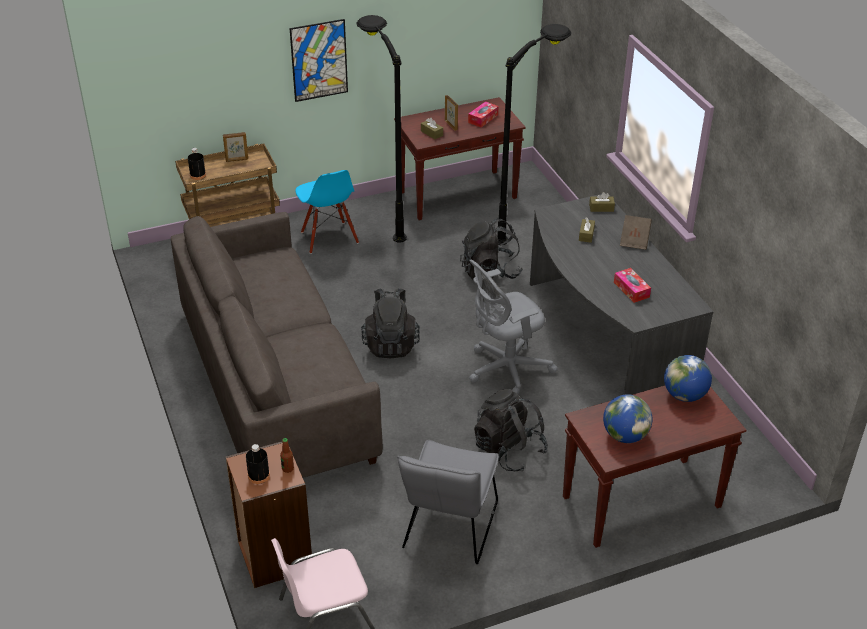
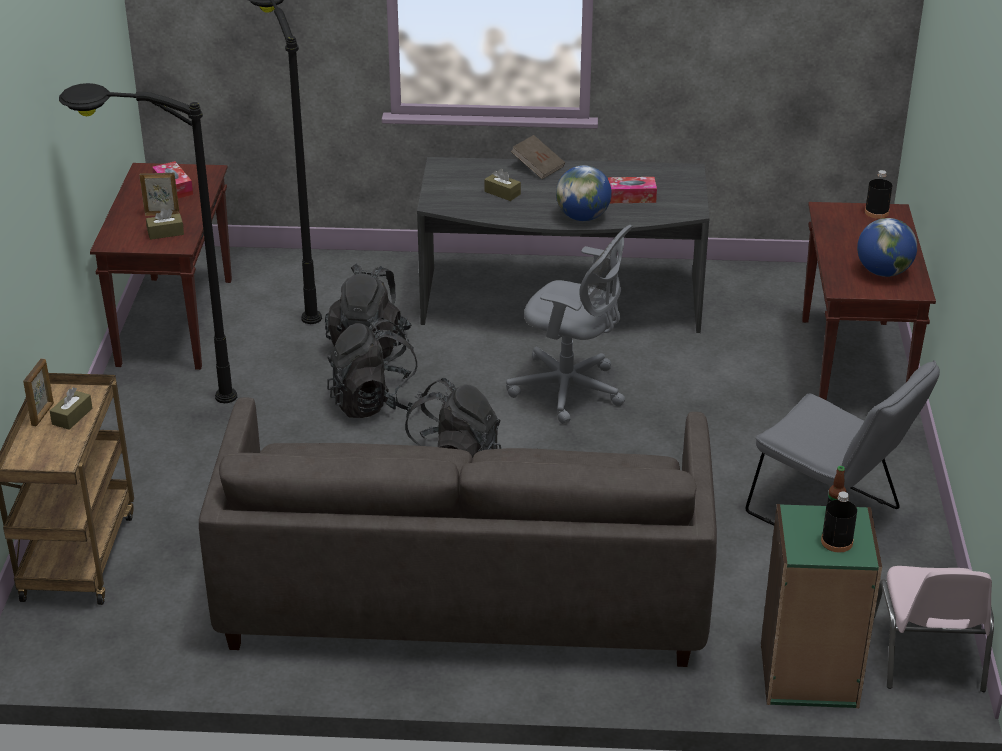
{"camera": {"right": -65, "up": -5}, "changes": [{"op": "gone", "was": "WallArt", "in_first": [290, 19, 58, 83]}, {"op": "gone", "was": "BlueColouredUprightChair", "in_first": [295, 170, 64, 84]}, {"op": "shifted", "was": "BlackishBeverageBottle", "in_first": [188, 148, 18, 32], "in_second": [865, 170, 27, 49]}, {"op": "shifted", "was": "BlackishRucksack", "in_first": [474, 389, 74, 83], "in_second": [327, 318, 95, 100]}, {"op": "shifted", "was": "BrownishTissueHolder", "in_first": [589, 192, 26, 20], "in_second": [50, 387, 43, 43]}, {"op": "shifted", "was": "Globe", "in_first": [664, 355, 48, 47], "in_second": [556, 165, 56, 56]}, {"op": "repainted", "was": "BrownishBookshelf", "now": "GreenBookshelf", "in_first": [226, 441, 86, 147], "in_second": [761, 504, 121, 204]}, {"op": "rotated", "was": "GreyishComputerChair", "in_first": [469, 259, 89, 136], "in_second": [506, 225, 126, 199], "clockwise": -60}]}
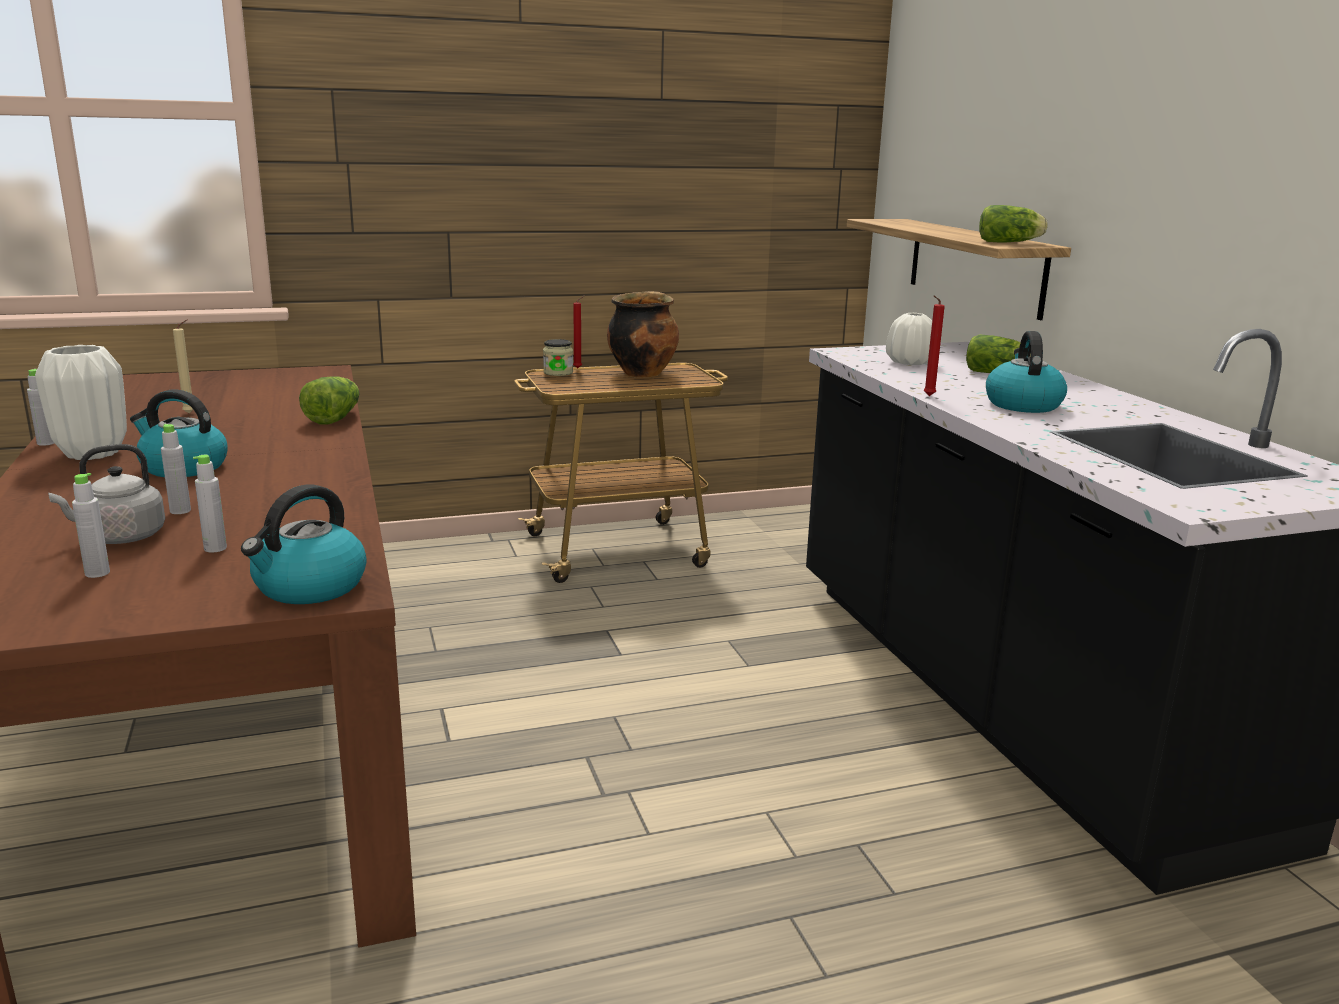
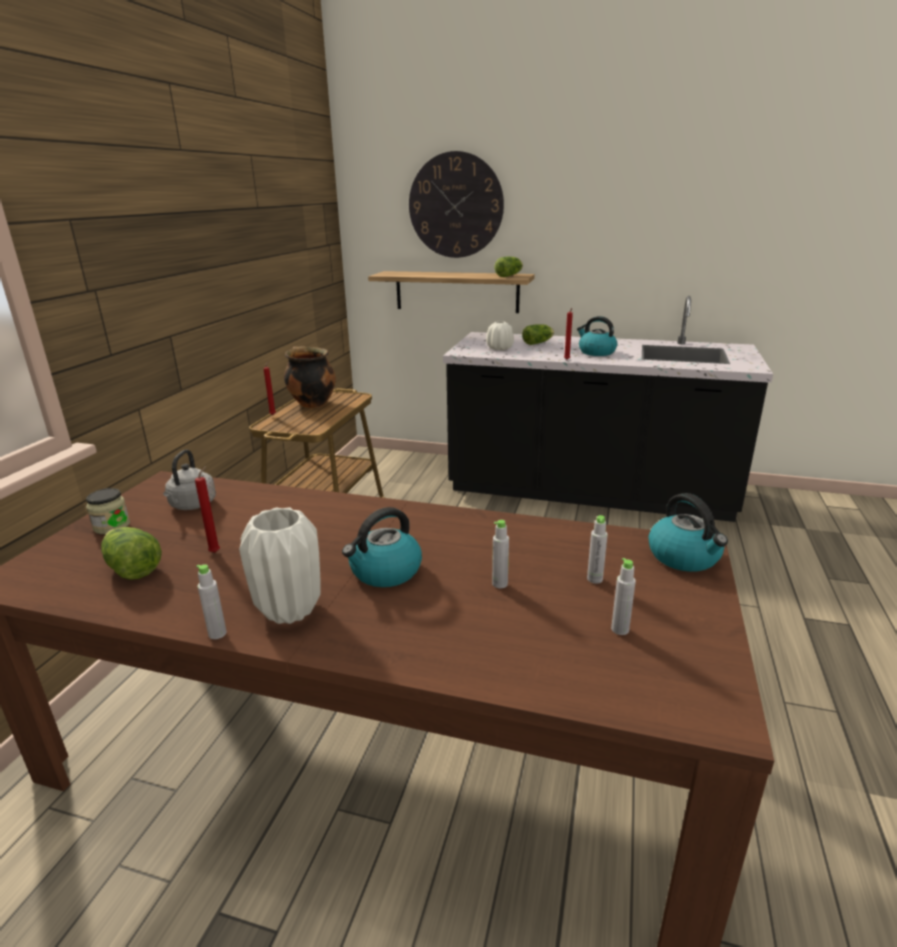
{"camera": {"right": -55, "up": 5}, "changes": [{"op": "new", "now": "HangingClock", "in_second": [409, 151, 95, 107]}, {"op": "shifted", "was": "GreyishTeaKettle", "in_first": [48, 444, 117, 100], "in_second": [163, 449, 53, 61]}, {"op": "shifted", "was": "HeadOfLettuce", "in_first": [299, 377, 61, 48], "in_second": [101, 527, 61, 53]}, {"op": "shifted", "was": "Jar", "in_first": [543, 339, 30, 37], "in_second": [86, 488, 44, 46]}, {"op": "repainted", "was": "BeigeWaxCandle", "now": "ReddishWaxCandle", "in_first": [173, 320, 20, 93], "in_second": [195, 466, 25, 87]}]}
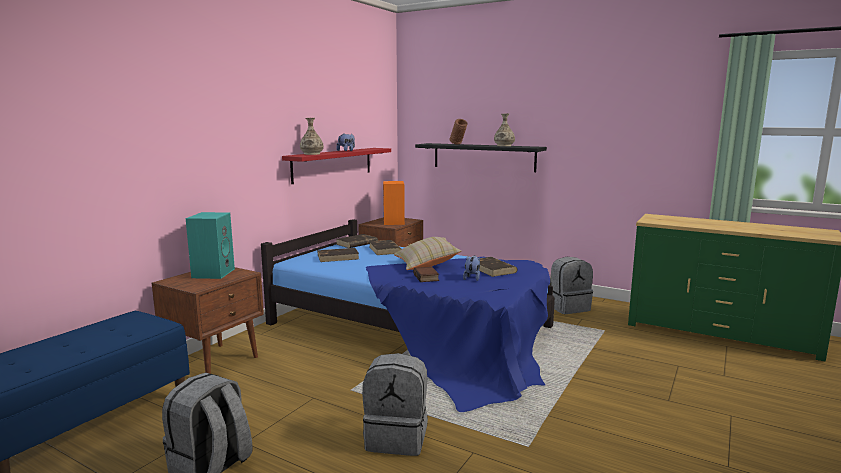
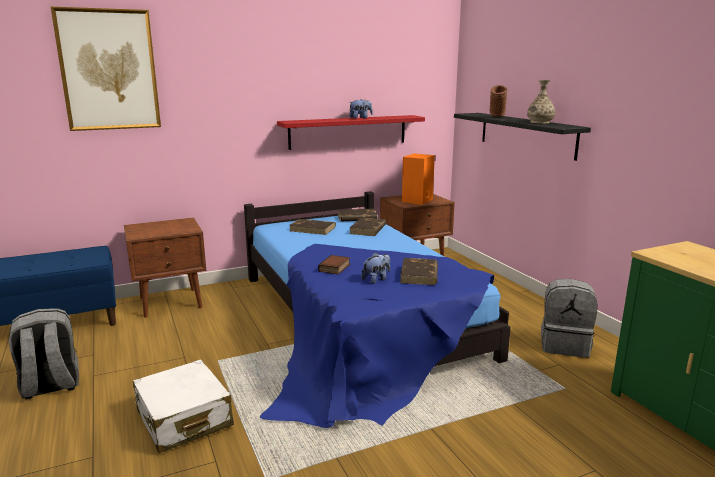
{"camera": {"right": 35, "up": 5}, "changes": [{"op": "gone", "was": "TurquoiseLoudspeaker", "in_first": [185, 212, 50, 67]}, {"op": "gone", "was": "DecorativeVase", "in_first": [300, 118, 24, 37]}, {"op": "gone", "was": "BeigePillow", "in_first": [394, 237, 67, 33]}, {"op": "new", "now": "WallArt", "in_second": [51, 7, 110, 124]}, {"op": "swapped", "was": "GreyishRucksack", "now": "WhiteTravelCase", "in_first": [362, 353, 66, 103], "in_second": [133, 359, 101, 94]}]}
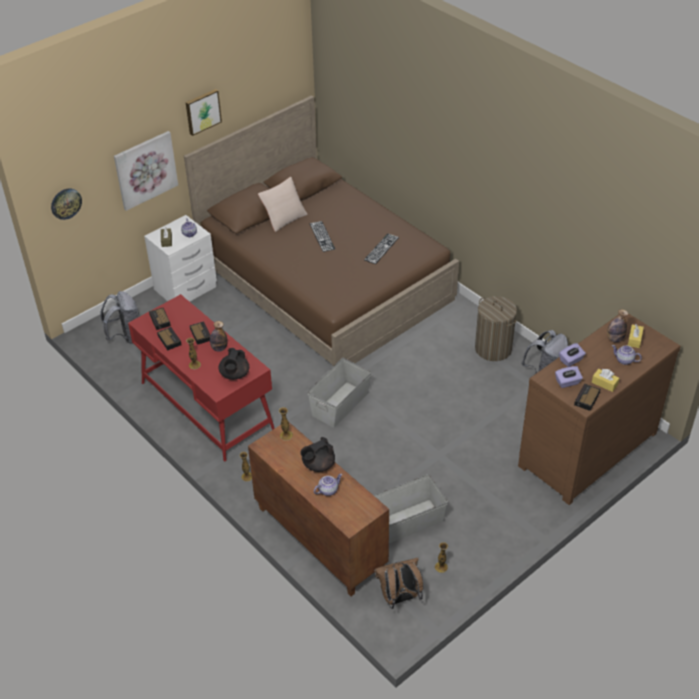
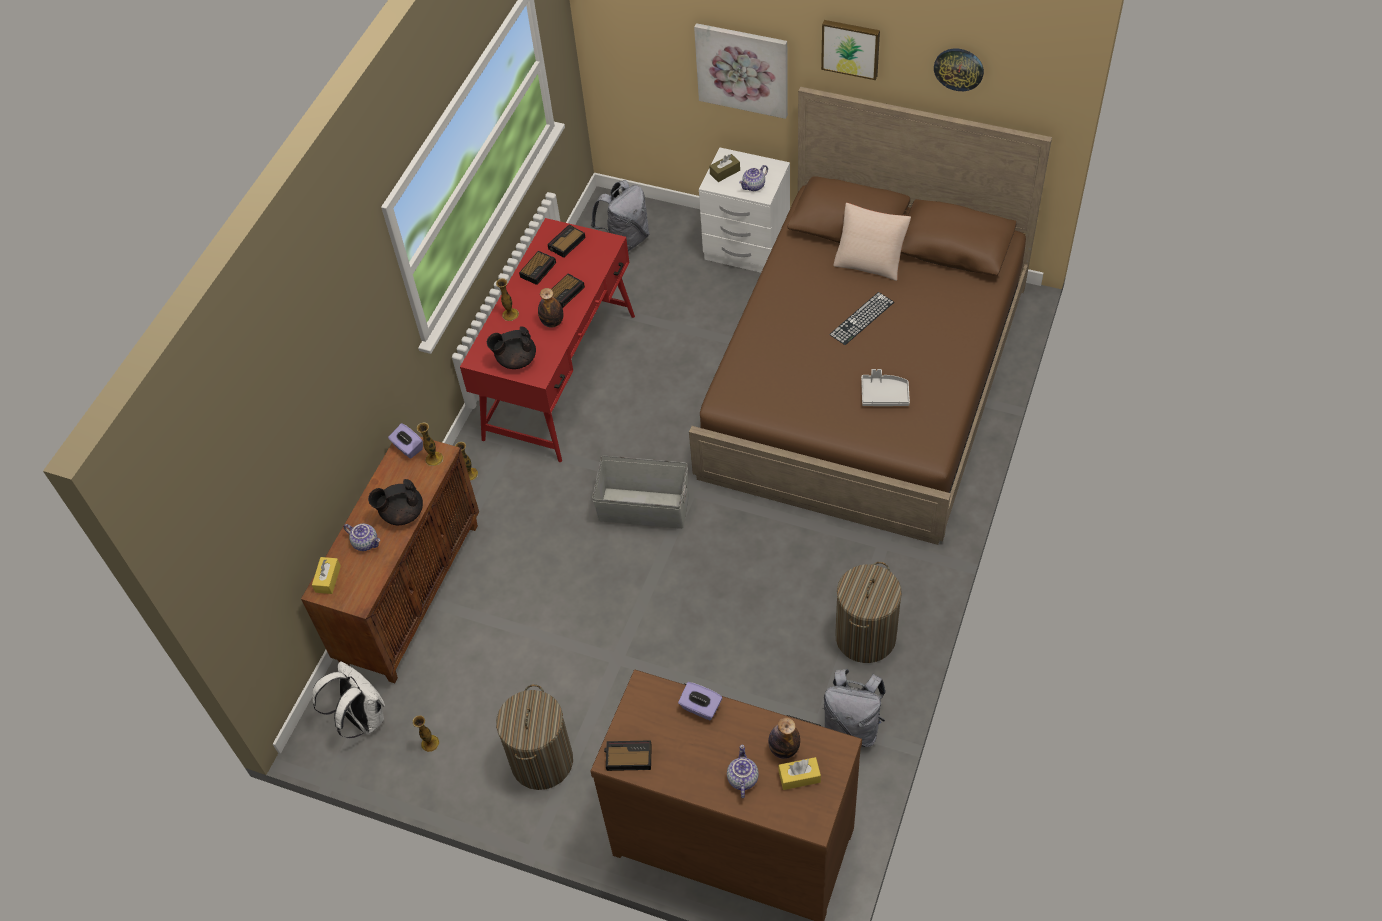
{"camera": {"right": 65, "up": 10}, "changes": [{"op": "gone", "was": "GreyishStorageContainer", "in_first": [374, 474, 74, 69]}, {"op": "new", "now": "Hamper", "in_second": [496, 684, 77, 106]}, {"op": "shifted", "was": "HangingClock", "in_first": [51, 189, 31, 31], "in_second": [934, 49, 50, 42]}, {"op": "shifted", "was": "PurpleColouredTissueHolder", "in_first": [555, 366, 28, 22], "in_second": [388, 423, 35, 36]}, {"op": "shifted", "was": "YellowColouredTissueHolder", "in_first": [592, 369, 27, 23], "in_second": [312, 557, 29, 37]}, {"op": "swapped", "was": "ComputerKeyboard", "now": "GreyishTray", "in_first": [364, 234, 35, 30], "in_second": [861, 369, 49, 37]}, {"op": "repainted", "was": "BrownishRucksack", "now": "WhiteRucksack", "in_first": [375, 558, 48, 51], "in_second": [312, 661, 73, 77]}, {"op": "rotated", "was": "BlackishTeapot", "in_first": [300, 437, 35, 35], "in_second": [368, 479, 55, 46], "clockwise": -45}]}
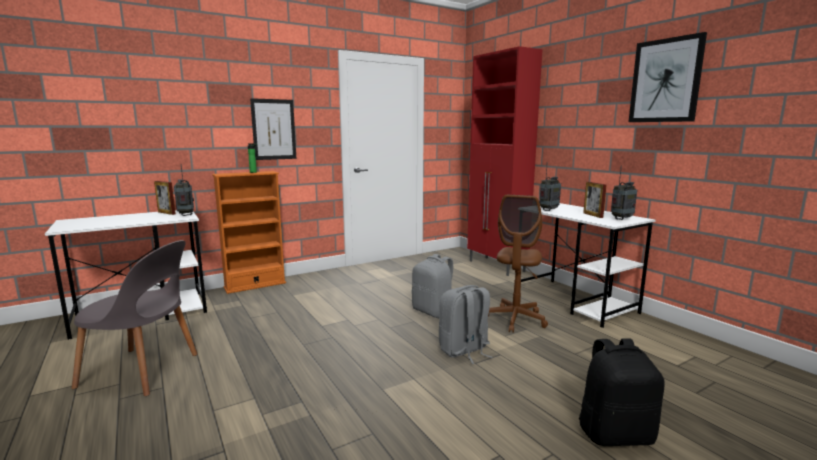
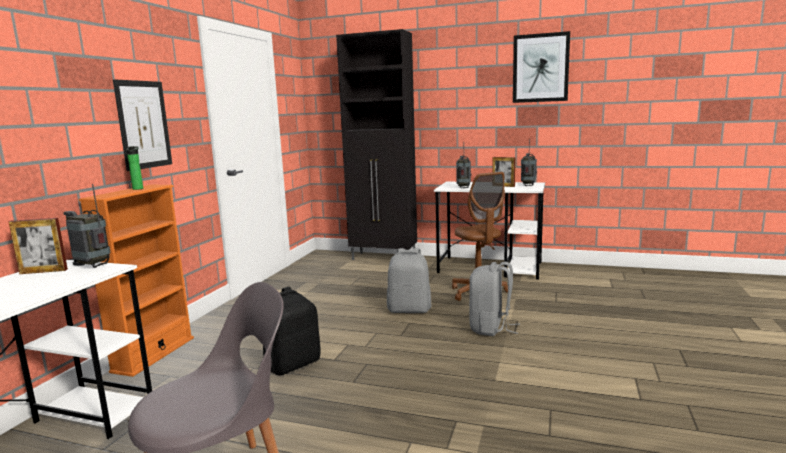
{"camera": {"right": -40, "up": 0}, "changes": [{"op": "shifted", "was": "BlackishRucksack", "in_first": [579, 338, 86, 108], "in_second": [263, 287, 58, 88]}, {"op": "repainted", "was": "ReddishCabinet", "now": "BlackishCabinet", "in_first": [467, 46, 76, 230], "in_second": [336, 29, 81, 231]}]}
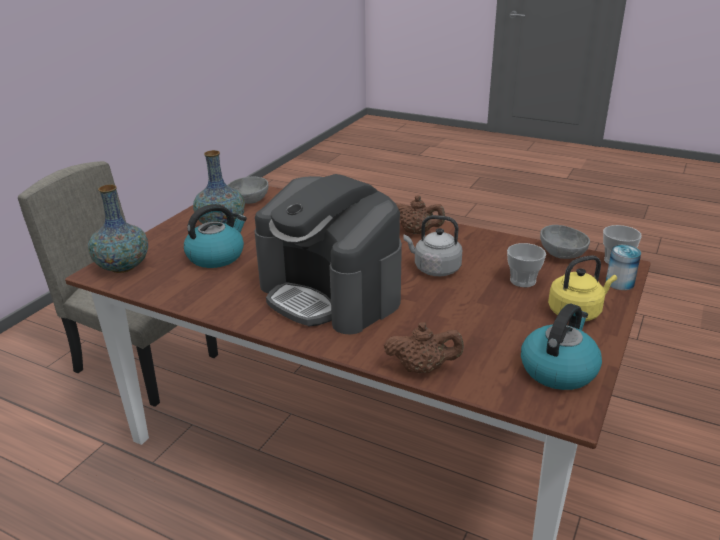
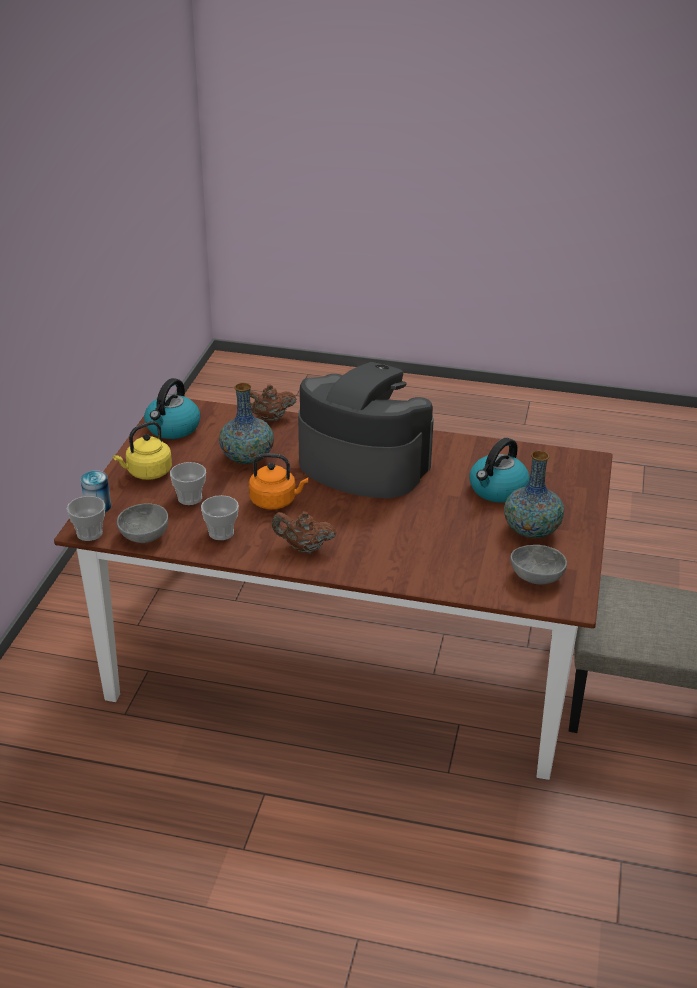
{"camera": {"right": 165, "up": 5}, "changes": [{"op": "new", "now": "SmallCup", "in_second": [201, 495, 38, 45]}, {"op": "shifted", "was": "DecorativeVase", "in_first": [88, 184, 60, 89], "in_second": [219, 383, 55, 81]}, {"op": "repainted", "was": "GreyishTeaKettle", "now": "OrangeTeaKettle", "in_first": [404, 215, 58, 61], "in_second": [249, 453, 59, 57]}]}
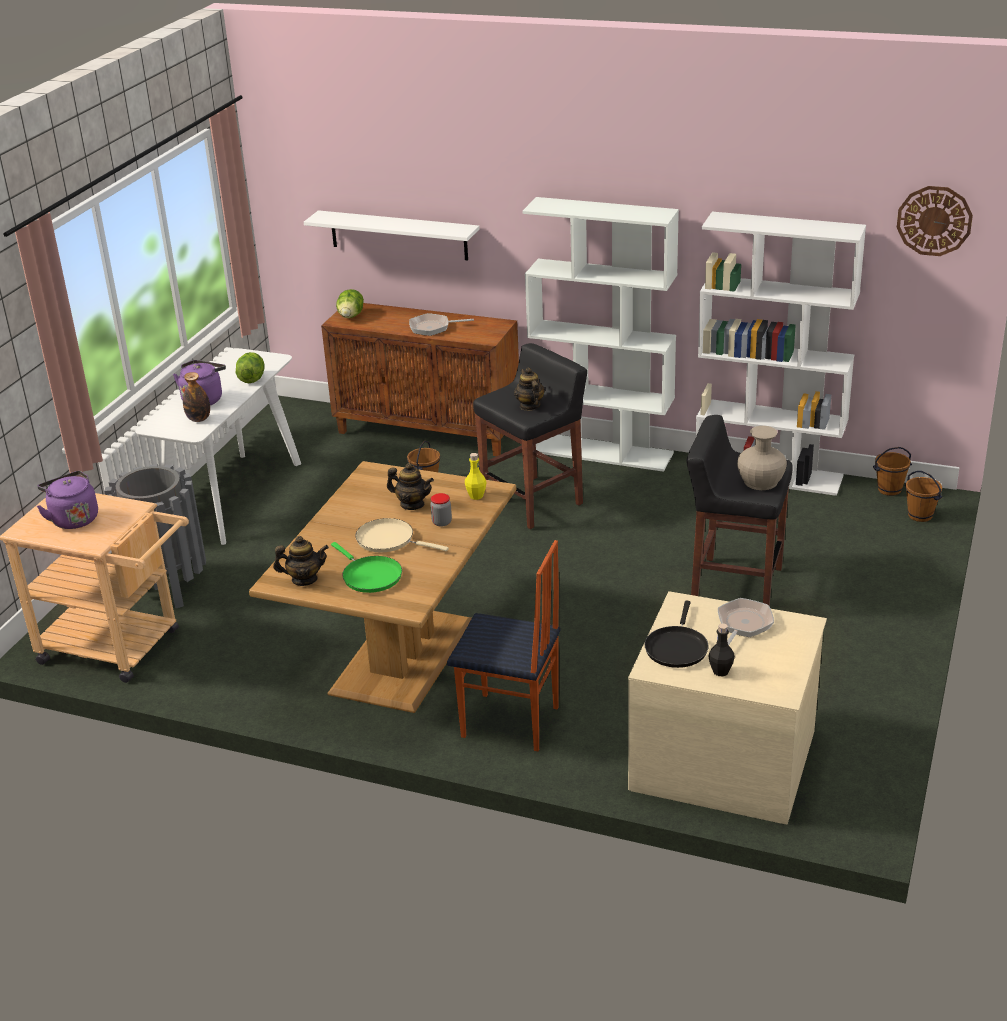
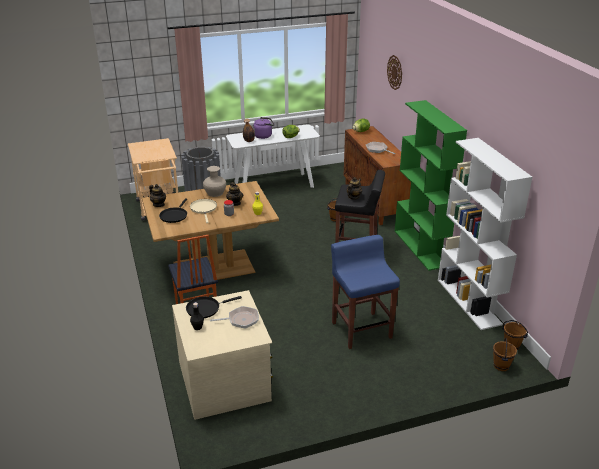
{"camera": {"right": 50, "up": 0}, "changes": [{"op": "gone", "was": "PurpleColouredTeaKettle", "in_first": [37, 471, 61, 58]}, {"op": "gone", "was": "WhiteShelf", "in_first": [304, 210, 176, 50]}, {"op": "shifted", "was": "BeigeDecorativeVase", "in_first": [737, 426, 50, 64], "in_second": [203, 166, 23, 31]}, {"op": "shifted", "was": "HangingClock", "in_first": [897, 186, 76, 70], "in_second": [387, 55, 15, 35]}, {"op": "repainted", "was": "GreenFryingPan", "now": "BlackishFryingPan", "in_first": [331, 542, 71, 51], "in_second": [159, 198, 28, 25]}, {"op": "repainted", "was": "WhiteBookshelf", "now": "GreenBookshelf", "in_first": [522, 197, 157, 275], "in_second": [395, 100, 72, 171]}, {"op": "repainted", "was": "BlackishStoolSeat", "now": "BlueColouredStoolSeat", "in_first": [686, 415, 107, 192], "in_second": [331, 235, 69, 114]}]}
